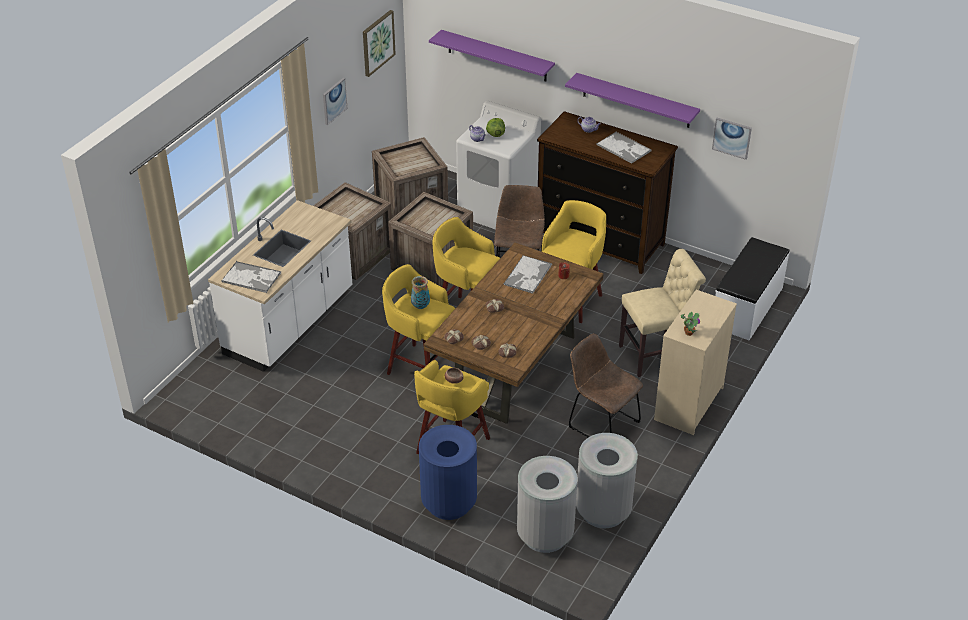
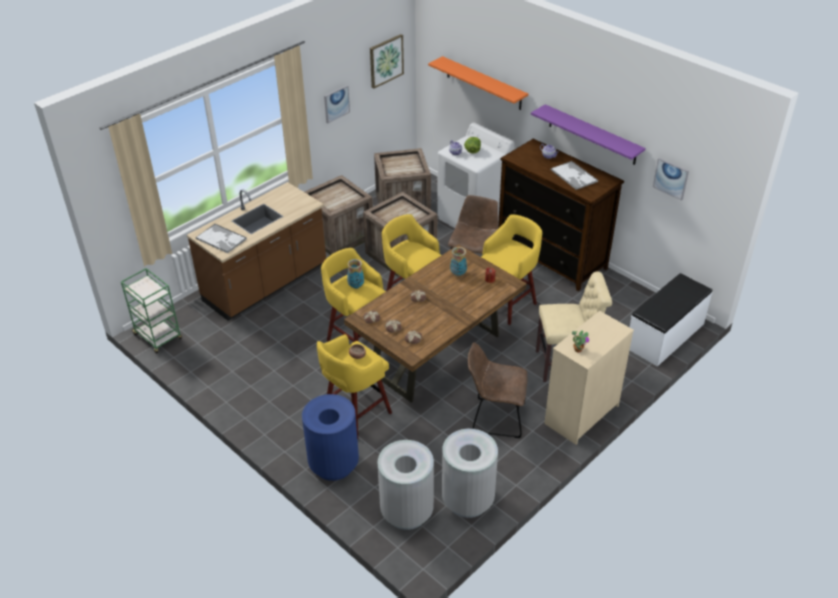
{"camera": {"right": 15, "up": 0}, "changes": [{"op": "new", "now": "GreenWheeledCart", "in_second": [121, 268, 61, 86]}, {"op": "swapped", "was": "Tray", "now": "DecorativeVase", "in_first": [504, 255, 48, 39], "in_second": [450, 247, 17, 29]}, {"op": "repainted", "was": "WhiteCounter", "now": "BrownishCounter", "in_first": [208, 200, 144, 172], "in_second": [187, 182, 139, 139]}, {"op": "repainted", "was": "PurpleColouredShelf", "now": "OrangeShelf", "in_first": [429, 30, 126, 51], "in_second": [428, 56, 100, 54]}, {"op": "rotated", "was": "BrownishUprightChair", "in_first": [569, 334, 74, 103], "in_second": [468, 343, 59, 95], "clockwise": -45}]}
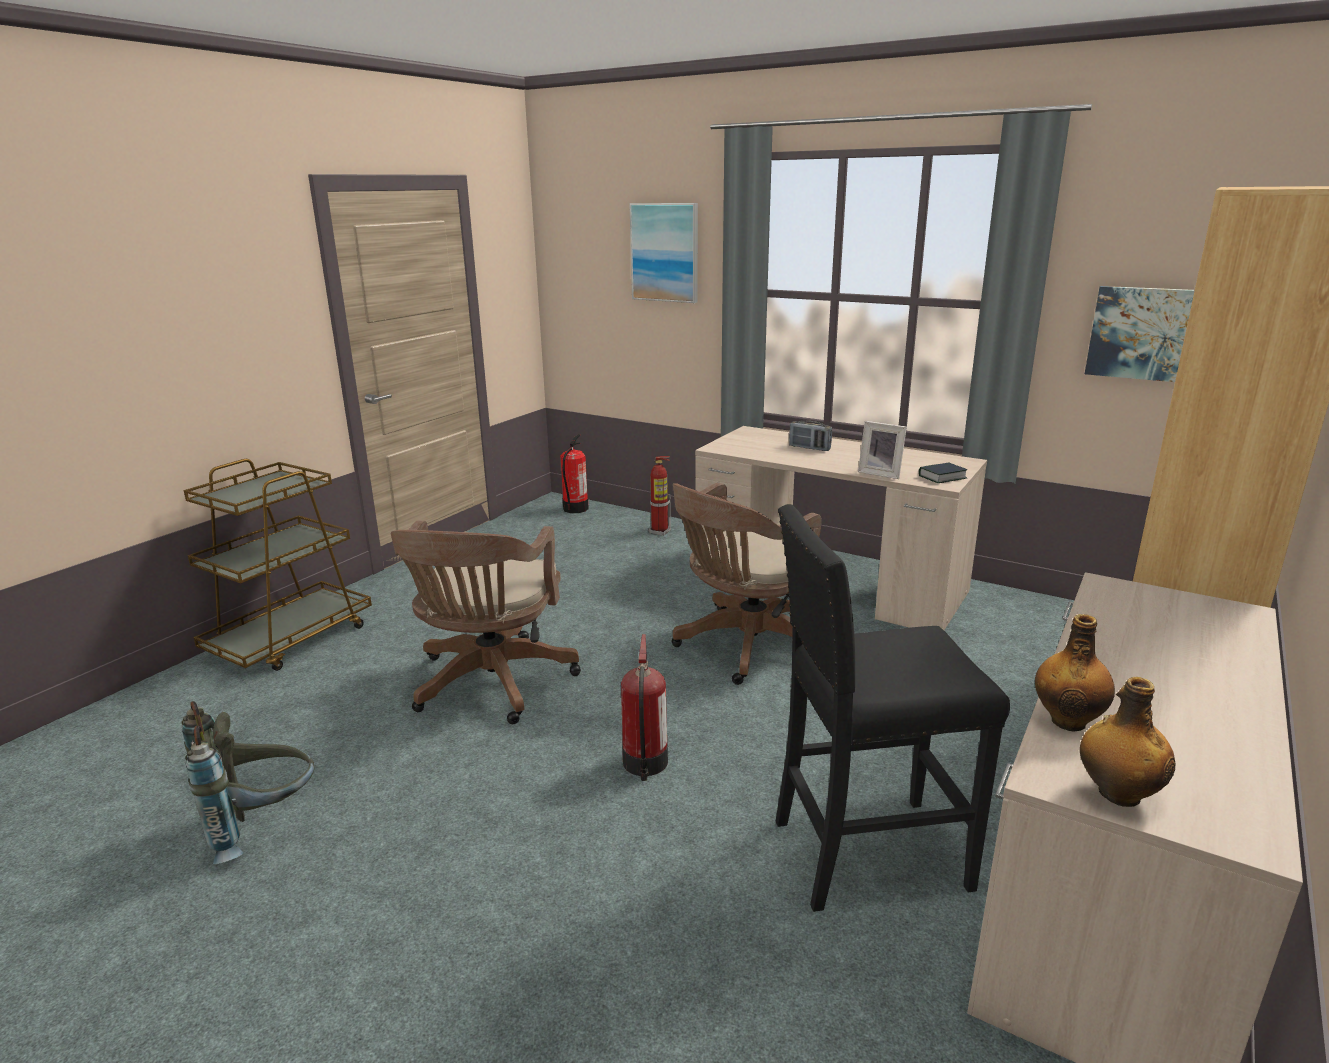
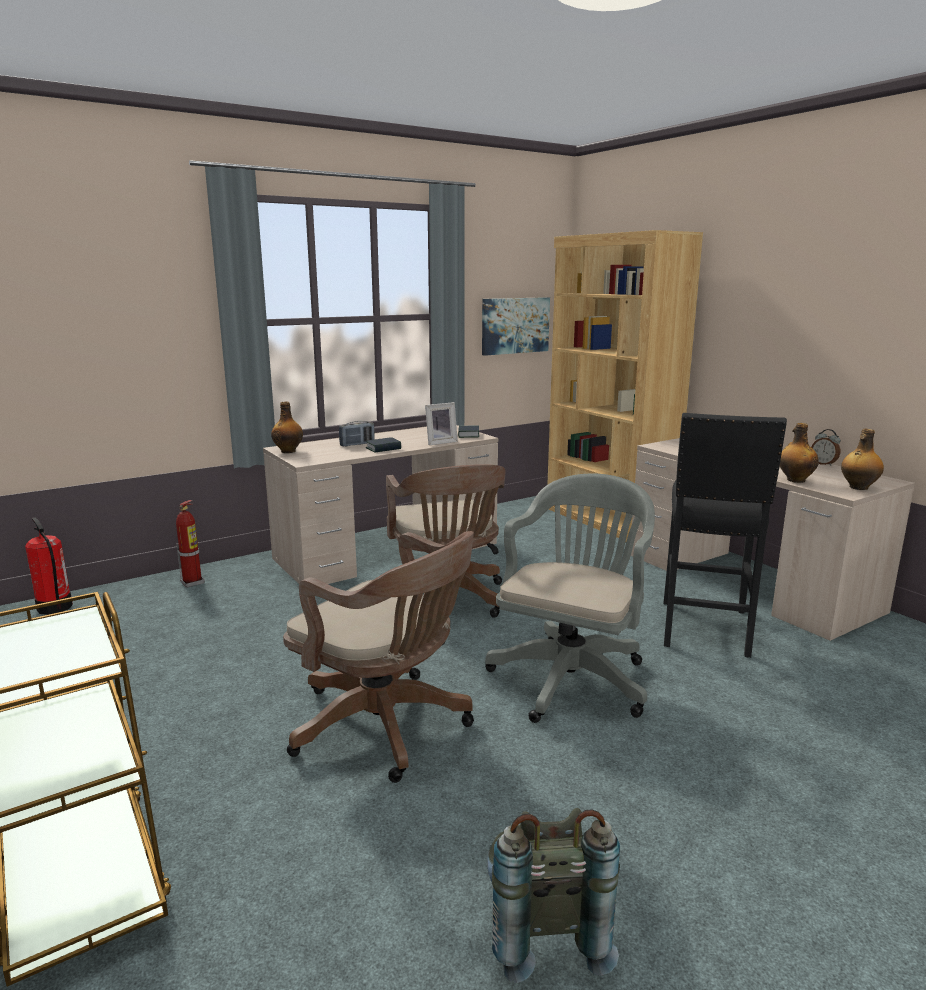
{"camera": {"right": -65, "up": -5}, "changes": [{"op": "gone", "was": "WallArt", "in_first": [629, 203, 69, 100]}, {"op": "new", "now": "BeverageBottle", "in_second": [271, 402, 32, 51]}, {"op": "new", "now": "Book", "in_second": [366, 437, 35, 15]}, {"op": "new", "now": "AlarmClock", "in_second": [811, 429, 30, 37]}, {"op": "swapped", "was": "FireFightingCylinder", "now": "GreyishComputerChair", "in_first": [621, 634, 47, 147], "in_second": [485, 474, 170, 249]}]}
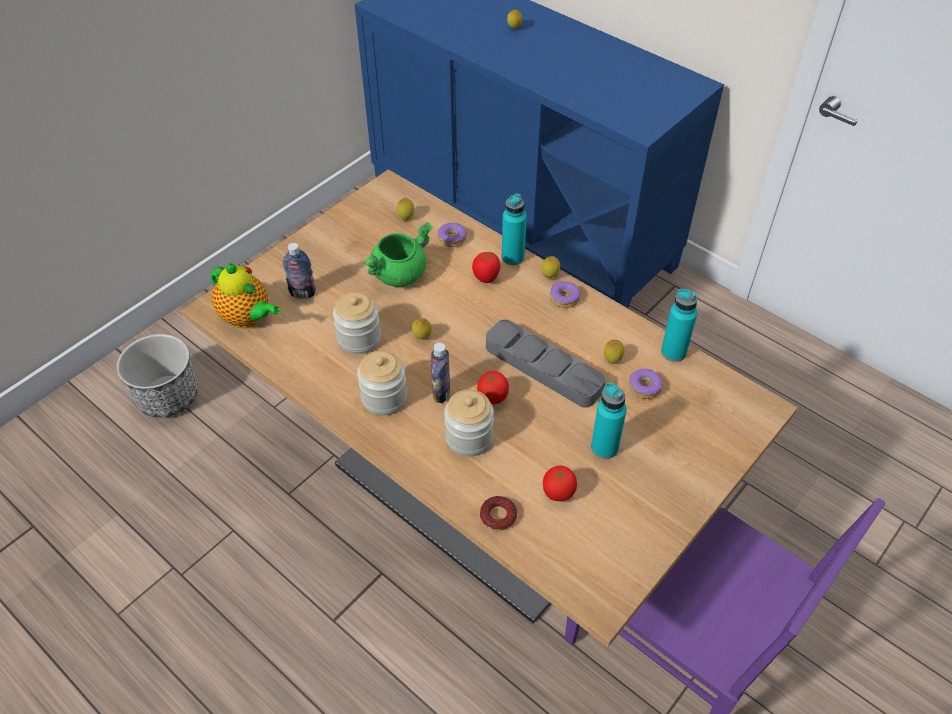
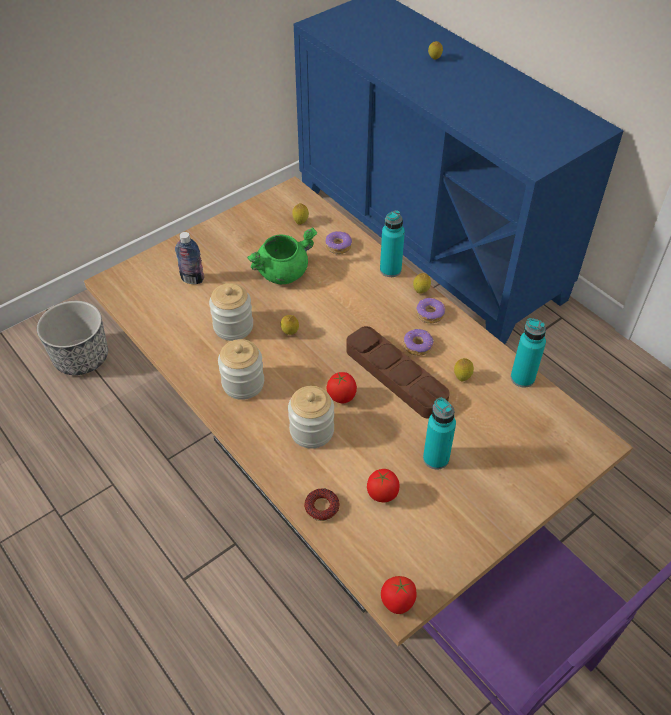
{"camera": {"right": 10, "up": 0}, "changes": [{"op": "gone", "was": "Teapot", "in_first": [211, 263, 69, 65]}, {"op": "gone", "was": "BeverageBottle", "in_first": [431, 343, 19, 60]}, {"op": "shifted", "was": "WholeTomato", "in_first": [472, 252, 28, 31], "in_second": [381, 576, 36, 38]}, {"op": "shifted", "was": "RingDoughnut", "in_first": [629, 369, 34, 30], "in_second": [403, 329, 31, 27]}, {"op": "repainted", "was": "GreyishTray", "now": "BrownishTray", "in_first": [486, 320, 120, 88], "in_second": [346, 326, 104, 93]}]}
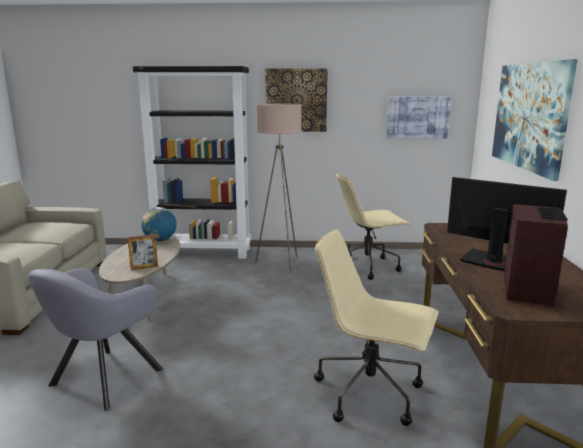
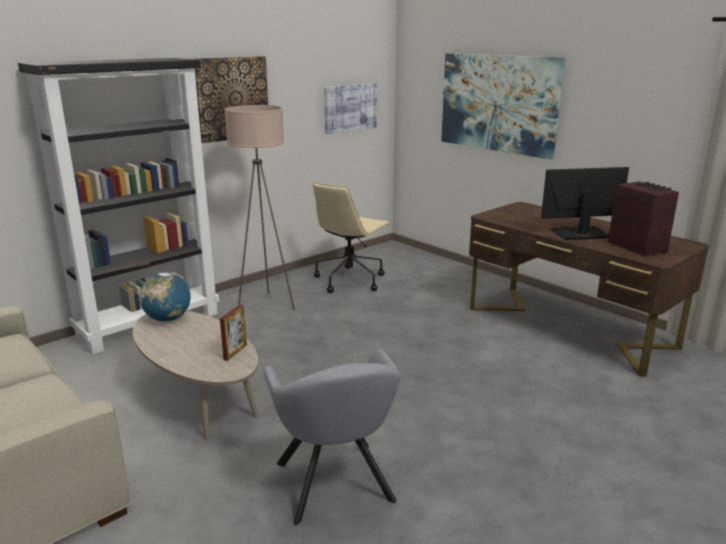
{"camera": {"right": -45, "up": 5}, "changes": [{"op": "gone", "was": "BeigeComputerChair", "in_first": [314, 229, 124, 197]}]}
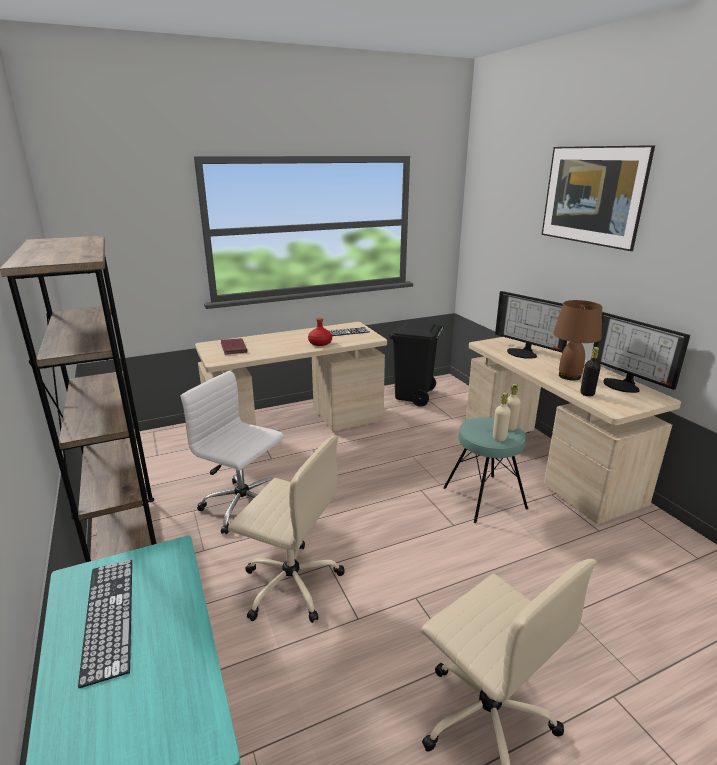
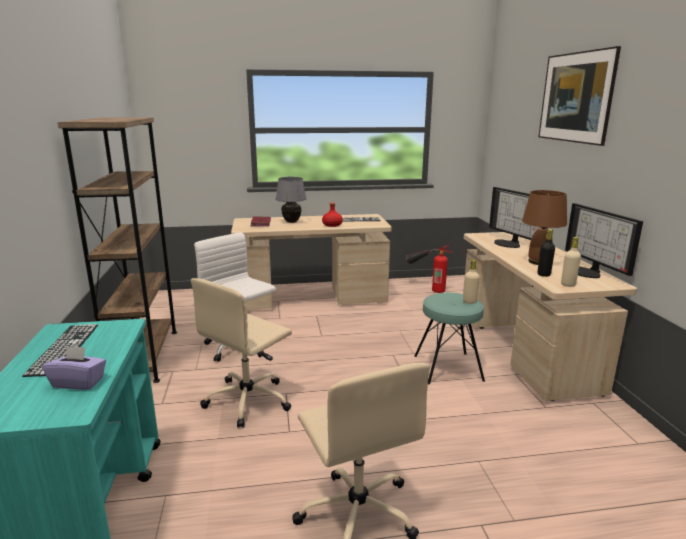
{"camera": {"right": 15, "up": -5}, "changes": [{"op": "new", "now": "PurpleColouredTissueHolder", "in_second": [42, 345, 64, 45]}, {"op": "new", "now": "GreyishTableLamp", "in_second": [276, 177, 31, 46]}, {"op": "shifted", "was": "BeigeBeverageBottle", "in_first": [493, 393, 18, 48], "in_second": [561, 237, 20, 50]}, {"op": "swapped", "was": "BlackishRubbishBin", "now": "FireFightingCylinder", "in_first": [389, 321, 55, 86], "in_second": [406, 245, 47, 48]}, {"op": "rotated", "was": "BeigeComputerChair", "in_first": [228, 435, 117, 188], "in_second": [191, 278, 101, 150], "clockwise": 90}]}
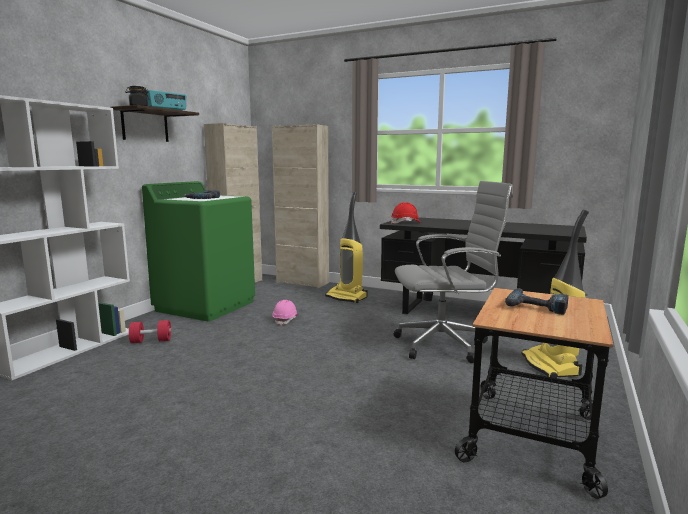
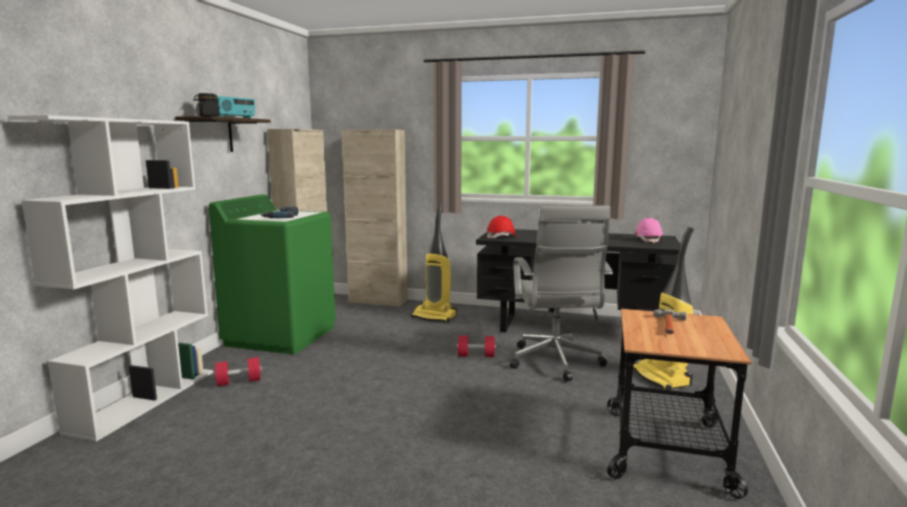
{"camera": {"right": -10, "up": 0}, "changes": [{"op": "new", "now": "ReddishHandWeight", "in_second": [457, 336, 39, 21]}, {"op": "shifted", "was": "PinkishWorkHelmet", "in_first": [272, 300, 26, 26], "in_second": [635, 218, 28, 25]}, {"op": "swapped", "was": "ElectricDrill", "now": "ToolHammer", "in_first": [505, 288, 64, 27], "in_second": [653, 309, 33, 25]}, {"op": "rotated", "was": "GreyishComputerChair", "in_first": [393, 181, 120, 182], "in_second": [510, 205, 103, 177], "clockwise": 105}]}
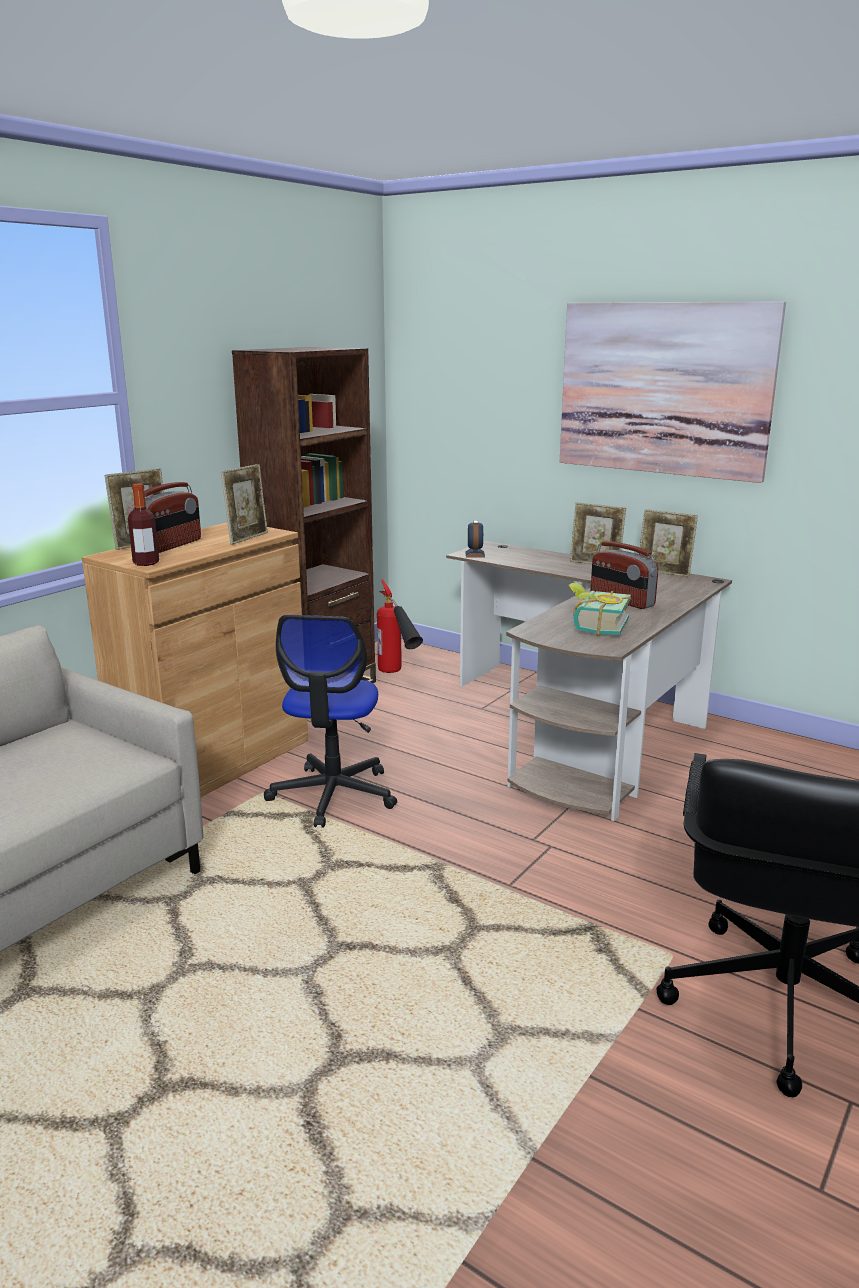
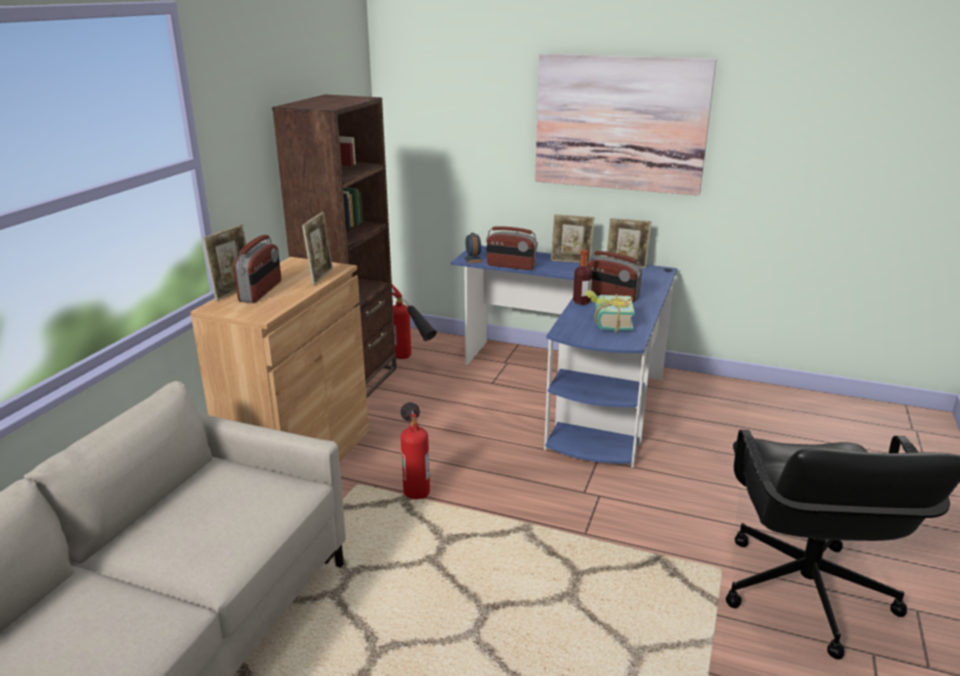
{"camera": {"right": -15, "up": 5}, "changes": [{"op": "new", "now": "RadioReceiver", "in_second": [486, 226, 52, 44]}, {"op": "shifted", "was": "BeverageBottle", "in_first": [128, 484, 31, 82], "in_second": [573, 250, 19, 55]}, {"op": "swapped", "was": "ComputerChair", "now": "FireFightingCylinder", "in_first": [264, 615, 133, 213], "in_second": [400, 402, 30, 97]}, {"op": "repainted", "was": "BrownishDeskTable", "now": "BlueColouredDeskTable", "in_first": [446, 541, 286, 280], "in_second": [451, 246, 226, 221]}]}
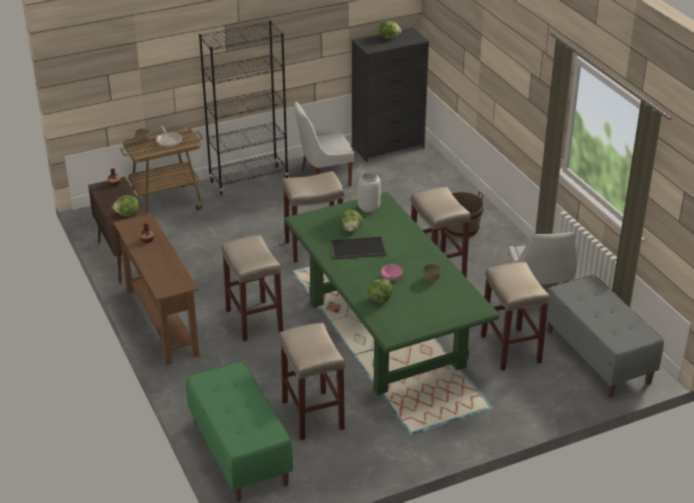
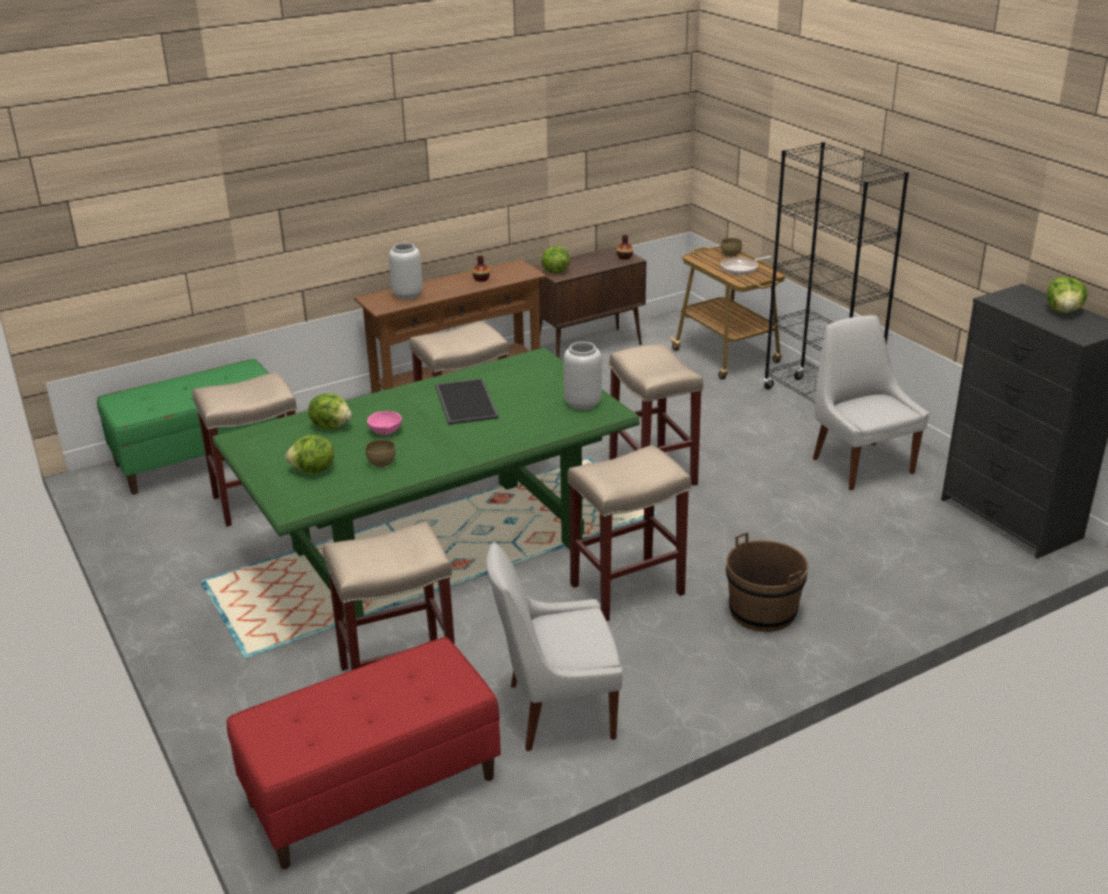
{"camera": {"right": 85, "up": -5}, "changes": [{"op": "new", "now": "GreyishDecorativeVase", "in_second": [389, 243, 33, 57]}, {"op": "shifted", "was": "HeadOfLettuce", "in_first": [341, 209, 22, 23], "in_second": [285, 435, 49, 39]}, {"op": "repainted", "was": "GreyishBench", "now": "ReddishBench", "in_first": [546, 275, 118, 122], "in_second": [227, 637, 274, 232]}]}
